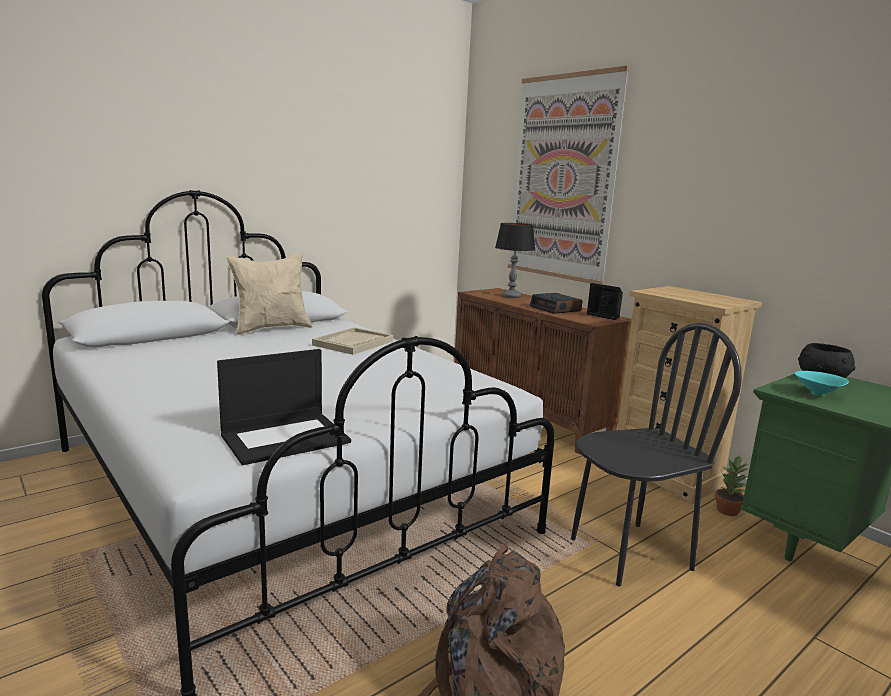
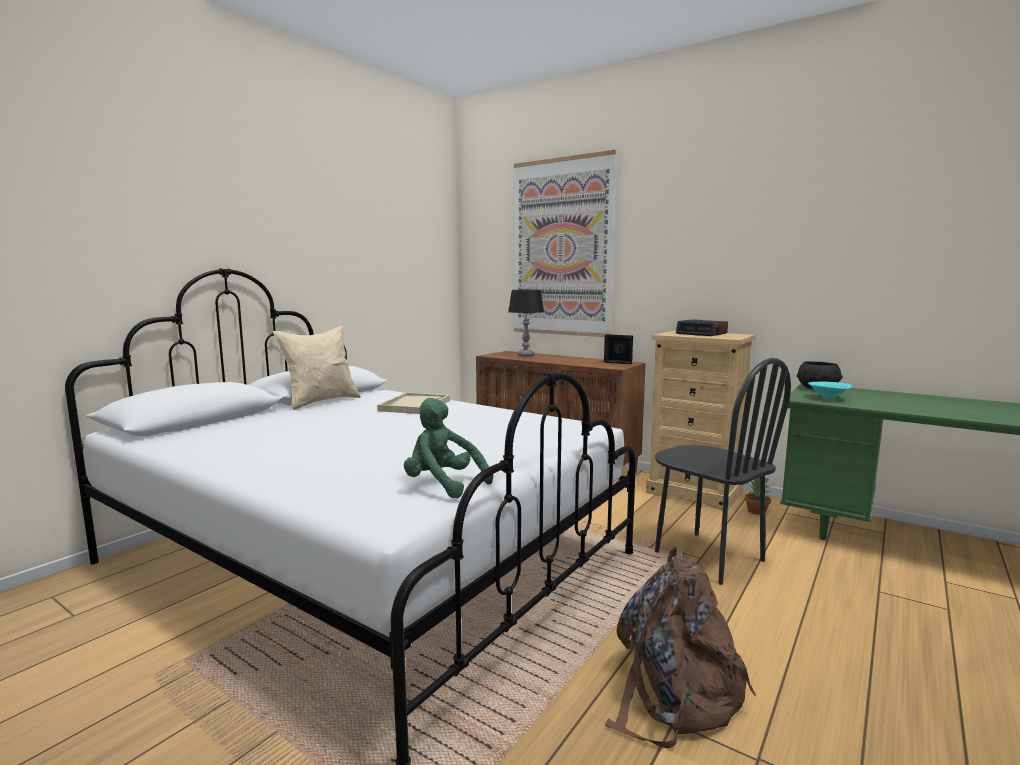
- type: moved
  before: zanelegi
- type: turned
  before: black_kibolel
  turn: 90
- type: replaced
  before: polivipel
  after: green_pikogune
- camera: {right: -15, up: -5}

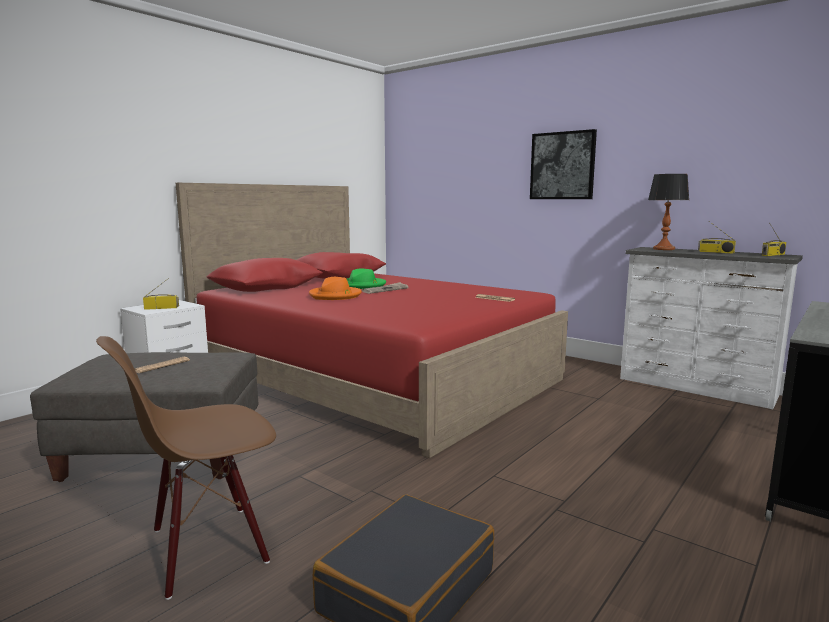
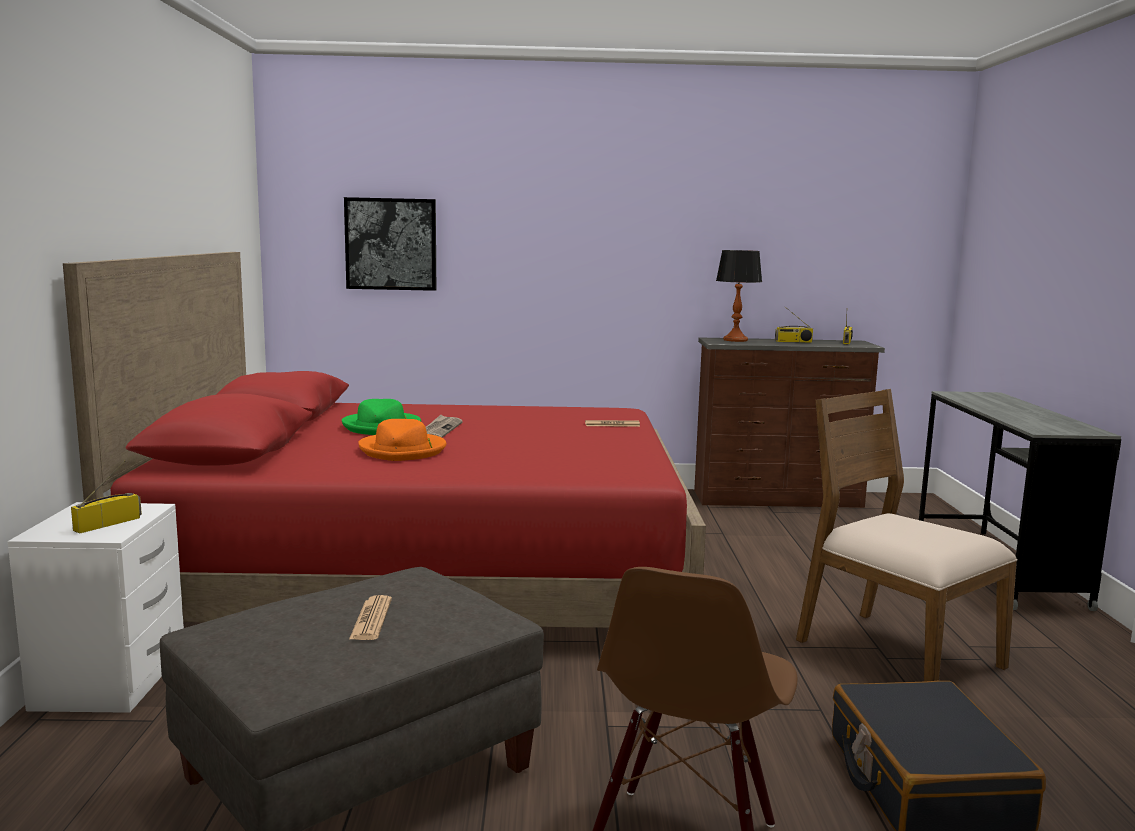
- type: moved
  before: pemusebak
- type: recoloured
  before: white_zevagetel
  after: brown_zevagetel
- type: added
  after: brown_kibolel (2nd from left)
- camera: {right: -40, up: 0}

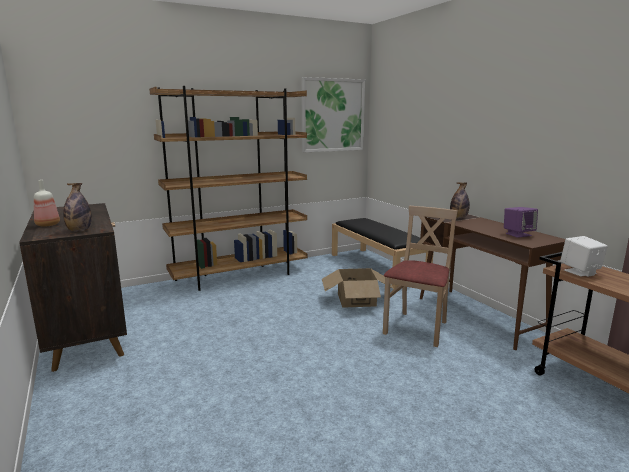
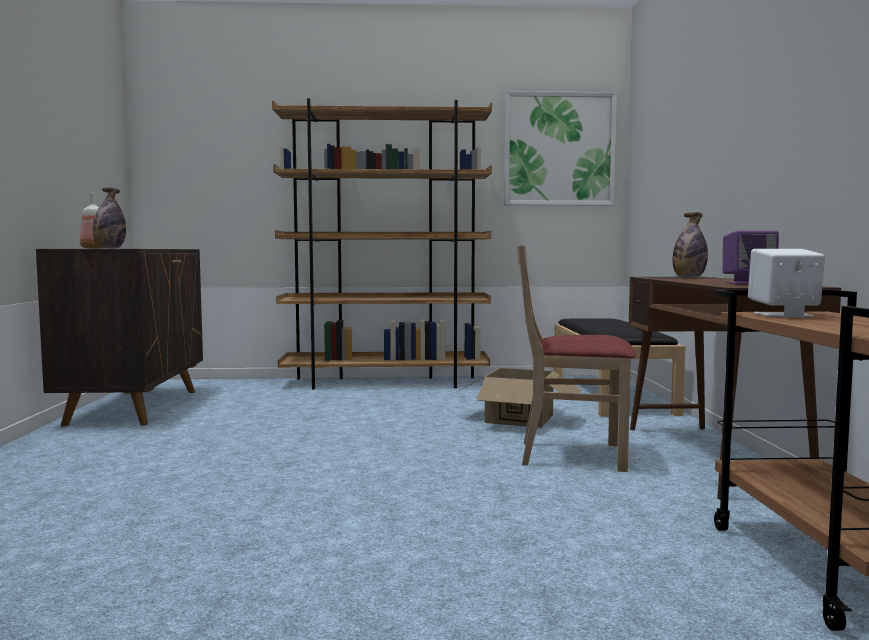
- type: turned
  before: beige_kibolel
  turn: -135
- camera: {right: 25, up: -10}

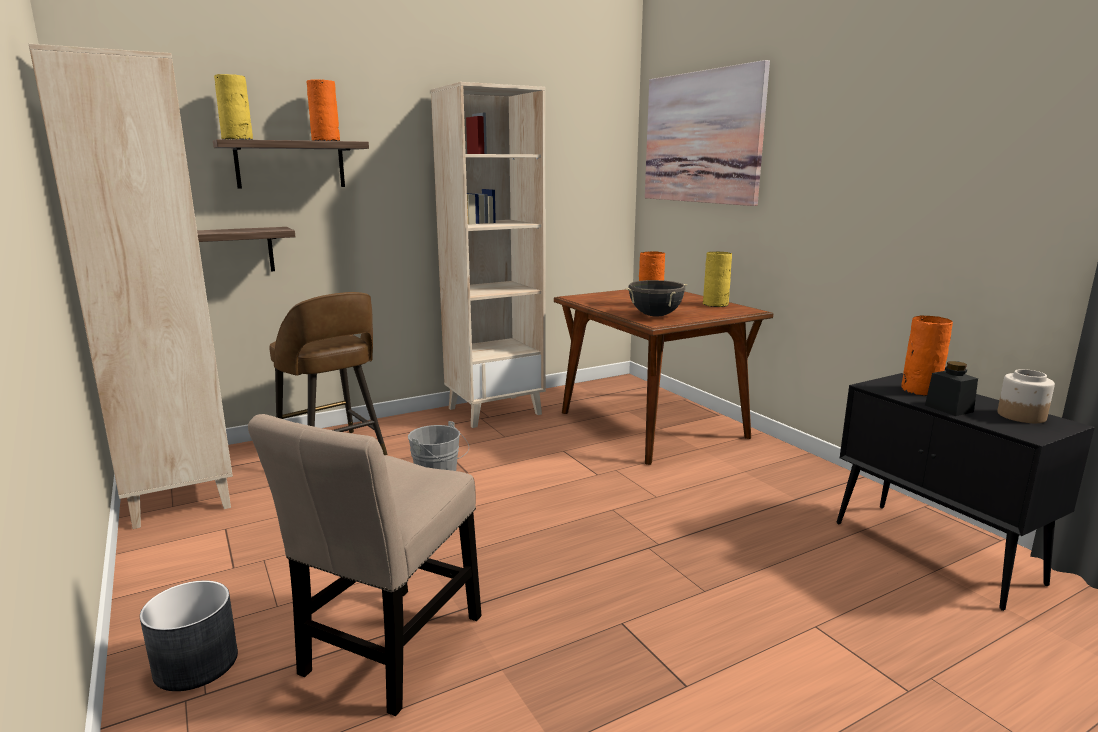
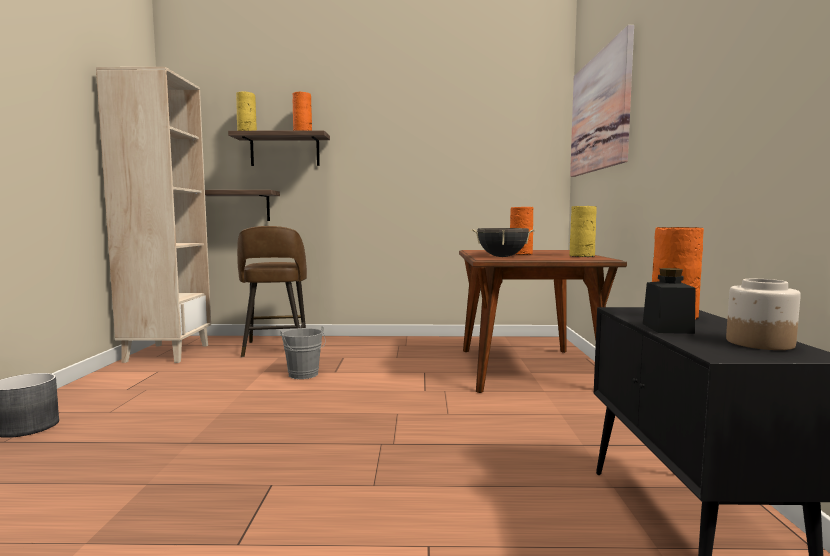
- type: removed
  before: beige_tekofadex (2nd from left)
- type: removed
  before: beige_kibolel
- camera: {right: 30, up: -10}

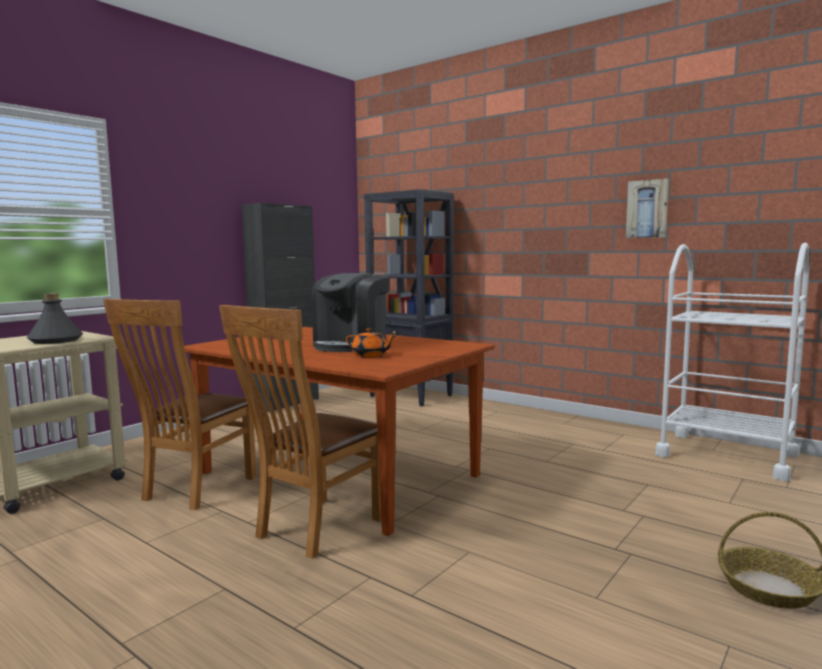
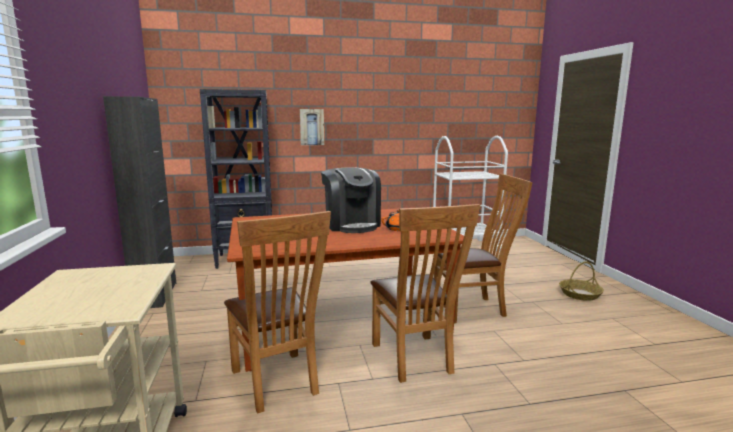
- type: moved
  before: pemusebak
- type: removed
  before: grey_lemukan
- type: added
  after: brown_kibolel (3rd from left)
- camera: {right: -50, up: 5}

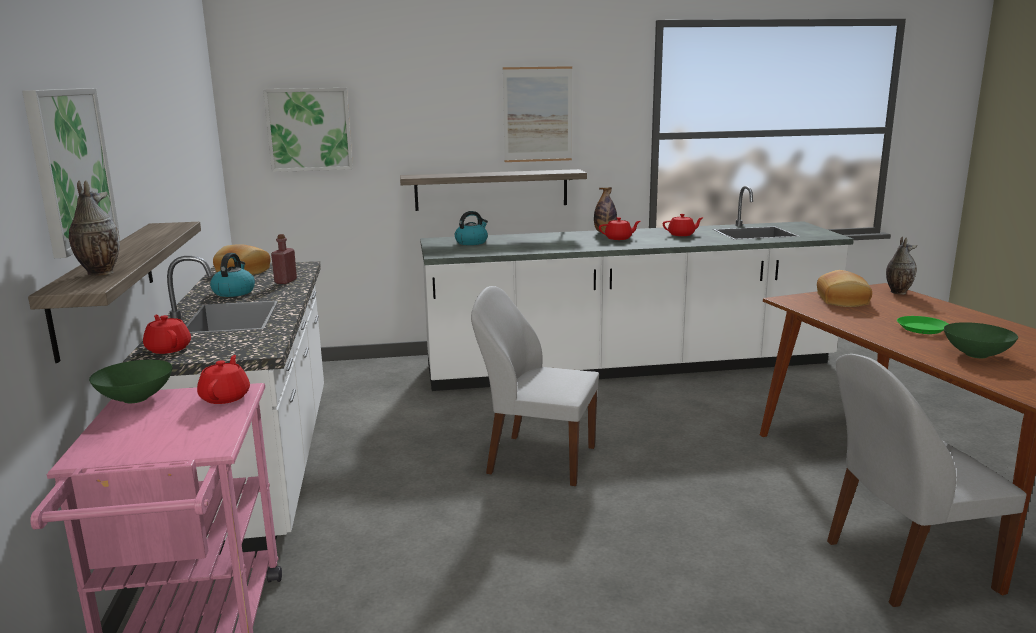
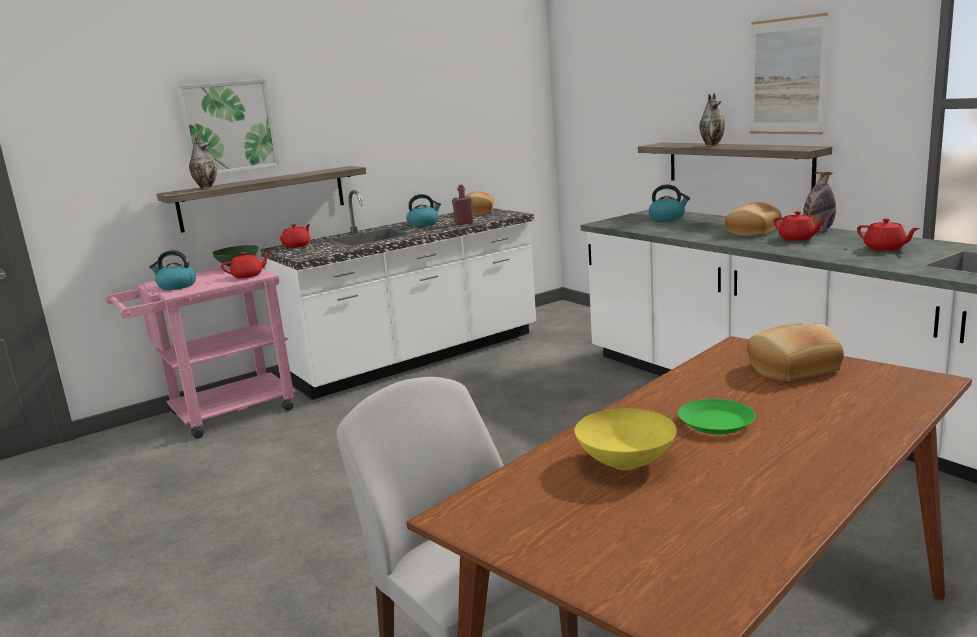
- type: removed
  before: pemusebak (2nd from left)
- type: moved
  before: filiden (2nd from left)
- type: removed
  before: white_kibolel (1st from left)
- type: recoloured
  before: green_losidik (2nd from left)
  after: yellow_losidik
- type: added
  after: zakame (2nd from left)
- type: added
  after: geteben (1st from left)
- camera: {right: 65, up: 0}

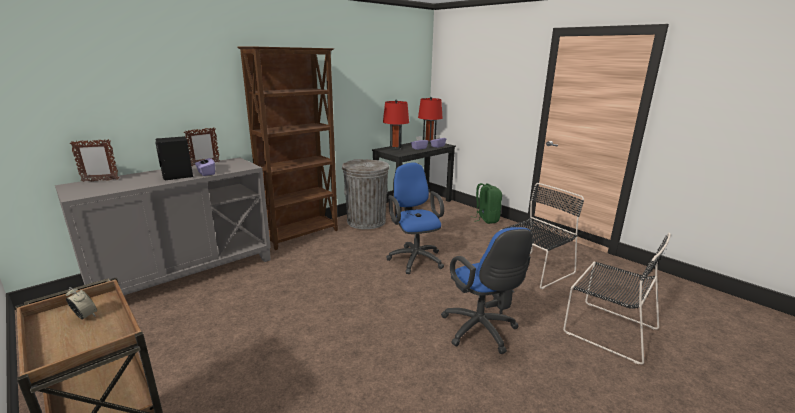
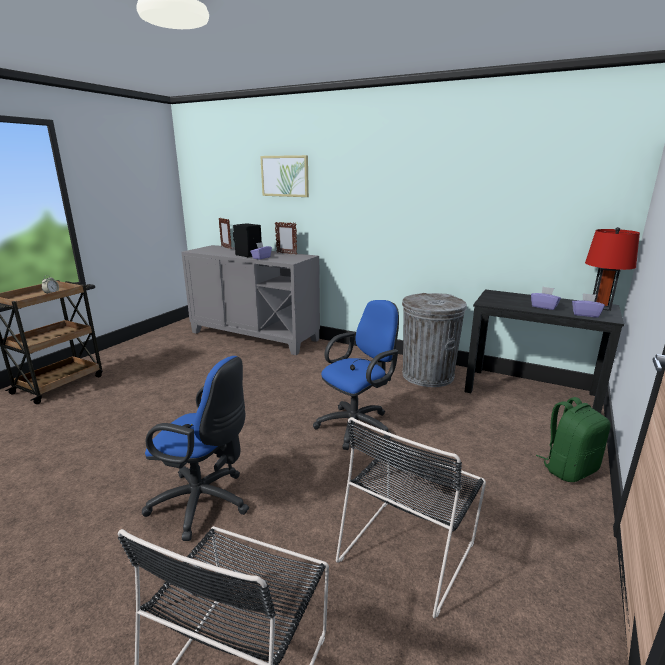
- type: removed
  before: brown_tekofadex
- type: removed
  before: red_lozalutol (1st from left)
- type: turned
  before: black_kibolel (1st from left in the first image)
  turn: 90
- type: turned
  before: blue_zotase (2nd from left in the first image)
  turn: -120
- type: added
  after: pemusebak
- camera: {right: 70, up: 0}

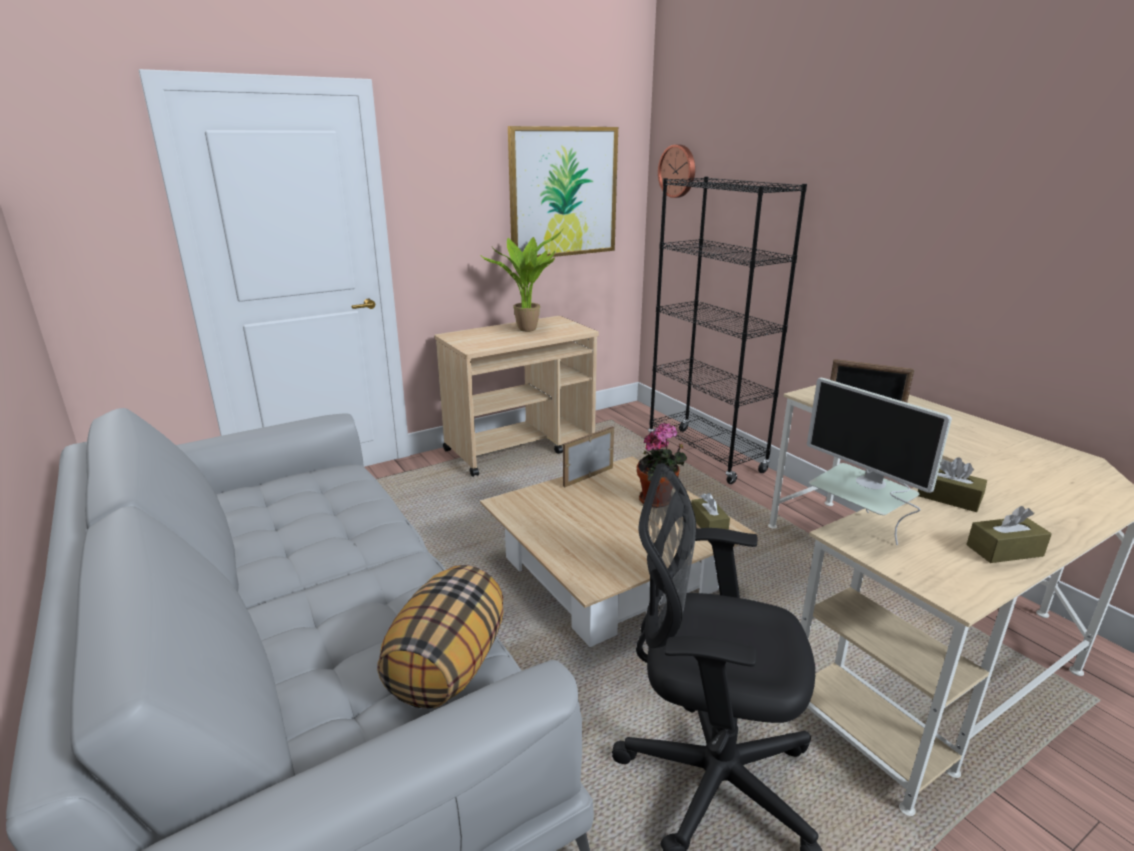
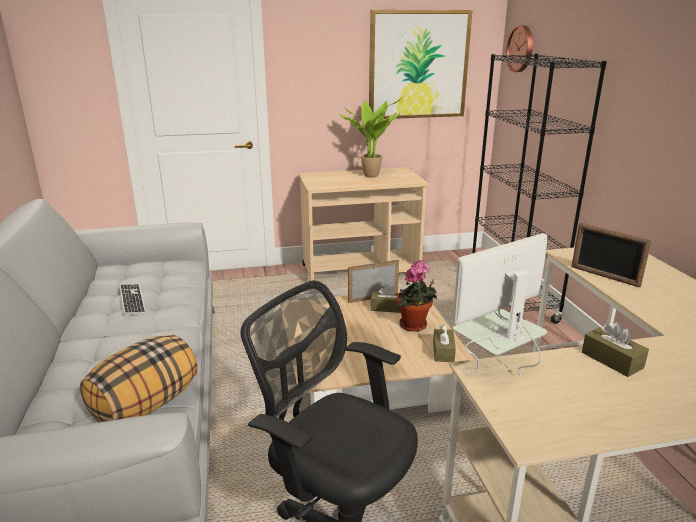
- type: turned
  before: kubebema
  turn: 75
- type: moved
  before: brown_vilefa (3rd from left in the first image)
  after: brown_vilefa (1st from left)
- type: added
  after: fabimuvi
- camera: {right: 20, up: 0}

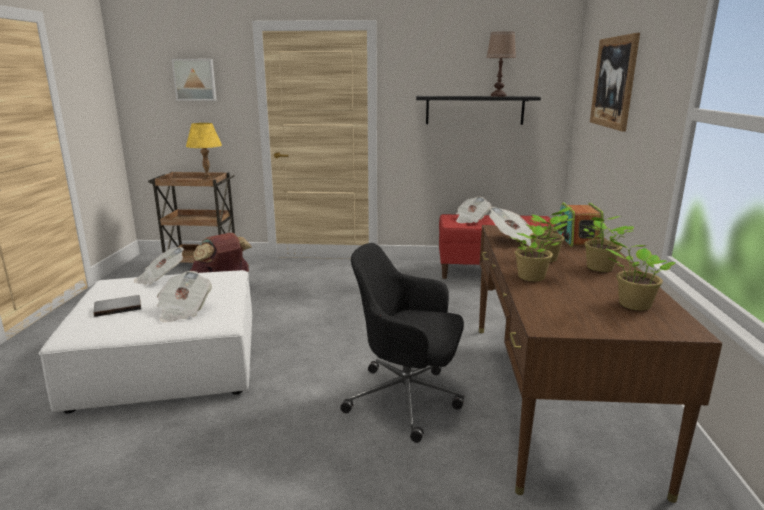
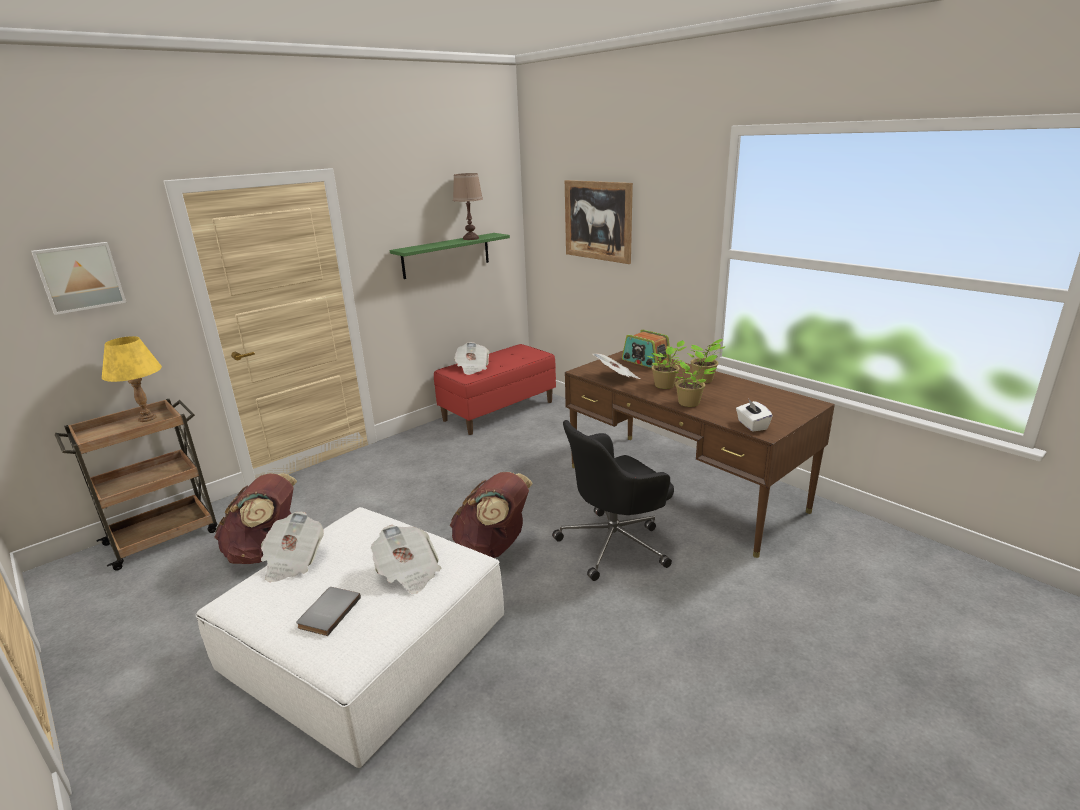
- type: recoloured
  before: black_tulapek
  after: green_tulapek
- type: removed
  before: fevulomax (4th from left)
- type: added
  after: white_vilefa
- type: added
  after: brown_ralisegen (2nd from left)
- camera: {right: -45, up: 5}

